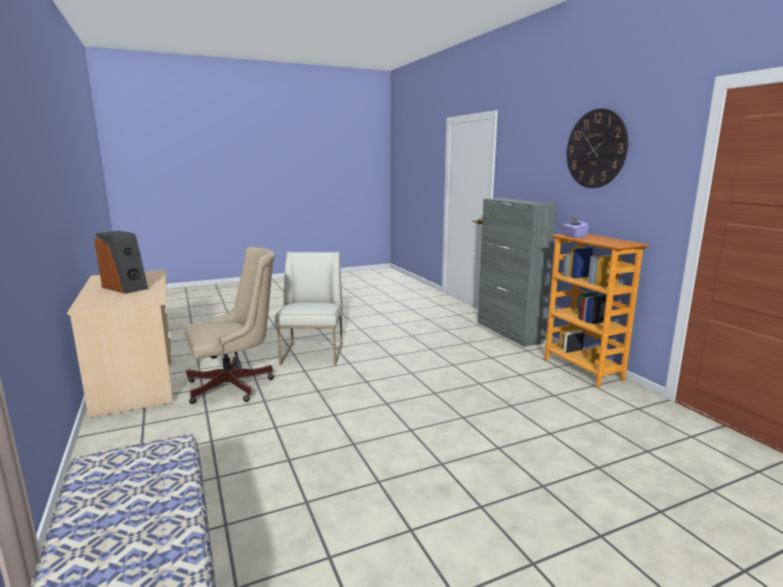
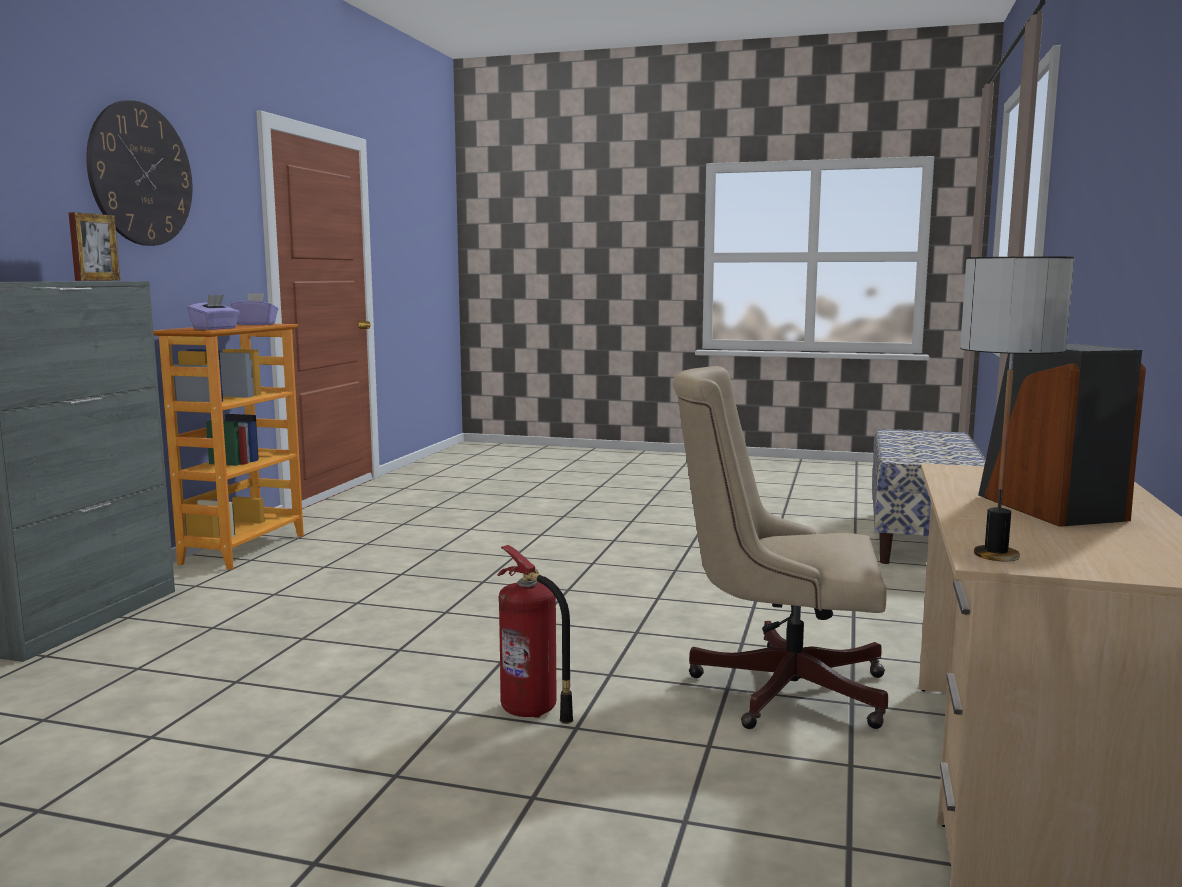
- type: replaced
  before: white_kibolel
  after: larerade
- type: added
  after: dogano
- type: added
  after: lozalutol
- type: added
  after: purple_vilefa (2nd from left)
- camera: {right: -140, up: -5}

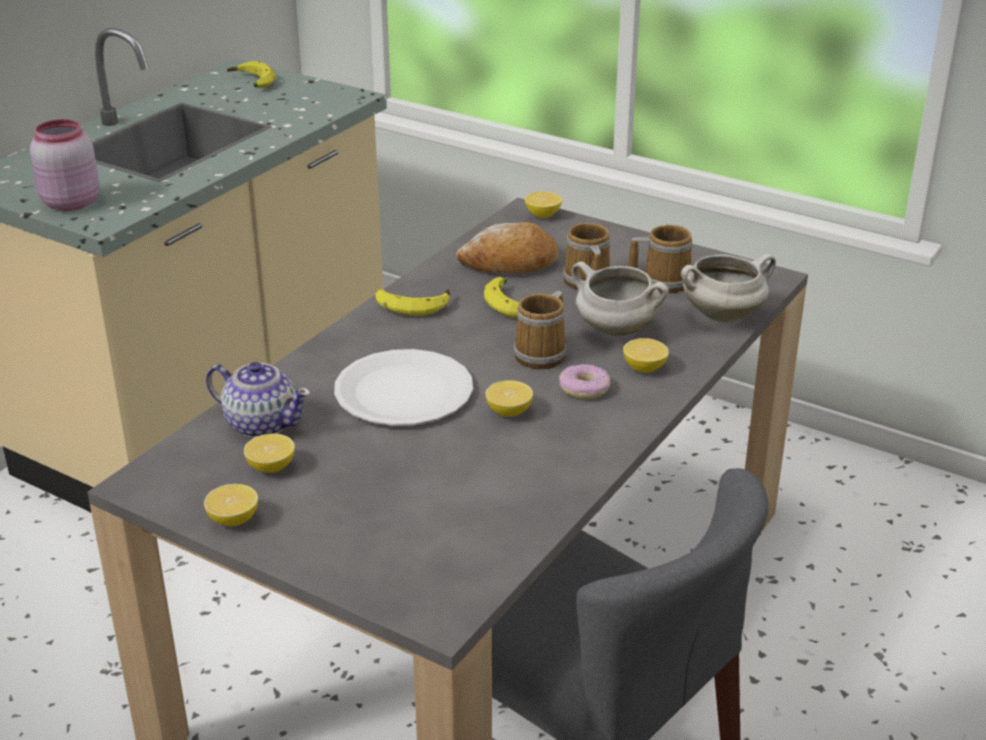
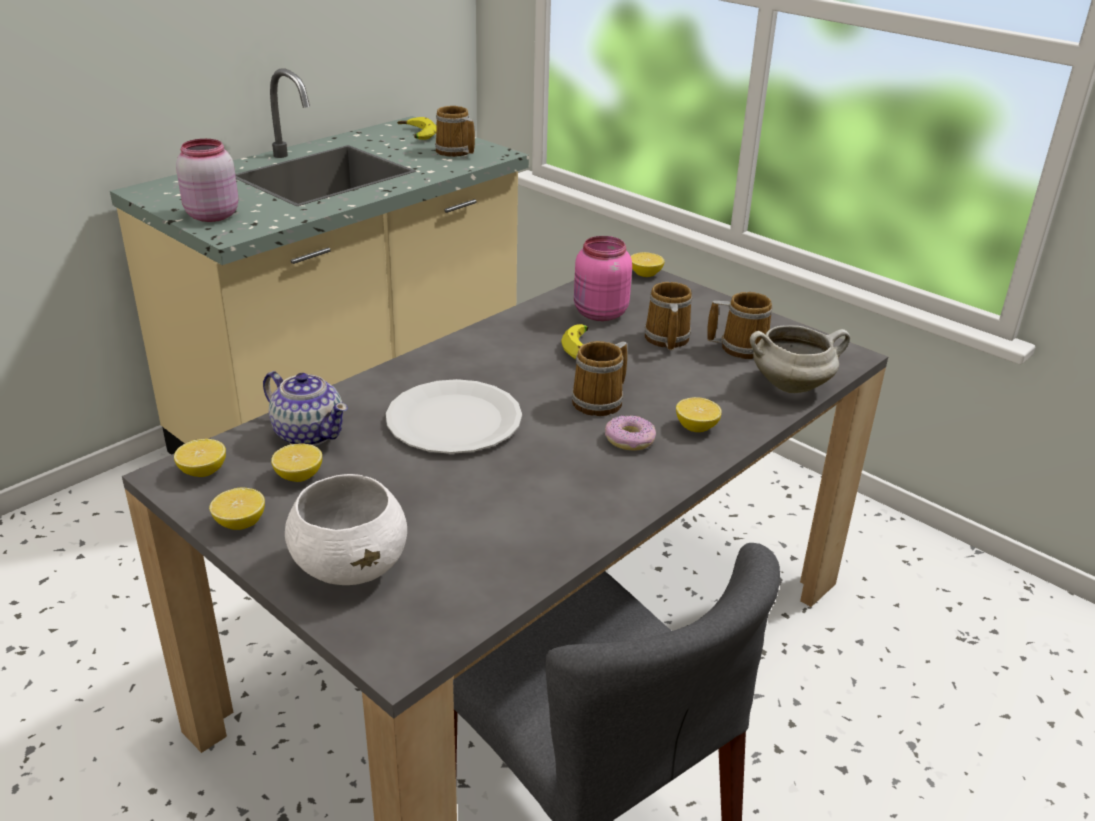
- type: replaced
  before: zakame
  after: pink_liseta (2nd from left)
- type: removed
  before: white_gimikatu (1st from left)
- type: removed
  before: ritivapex (2nd from left)
- type: moved
  before: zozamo (3rd from left in the first image)
  after: zozamo (1st from left)
- type: added
  after: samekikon (1st from left)
- type: added
  after: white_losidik
- camera: {right: 10, up: 0}

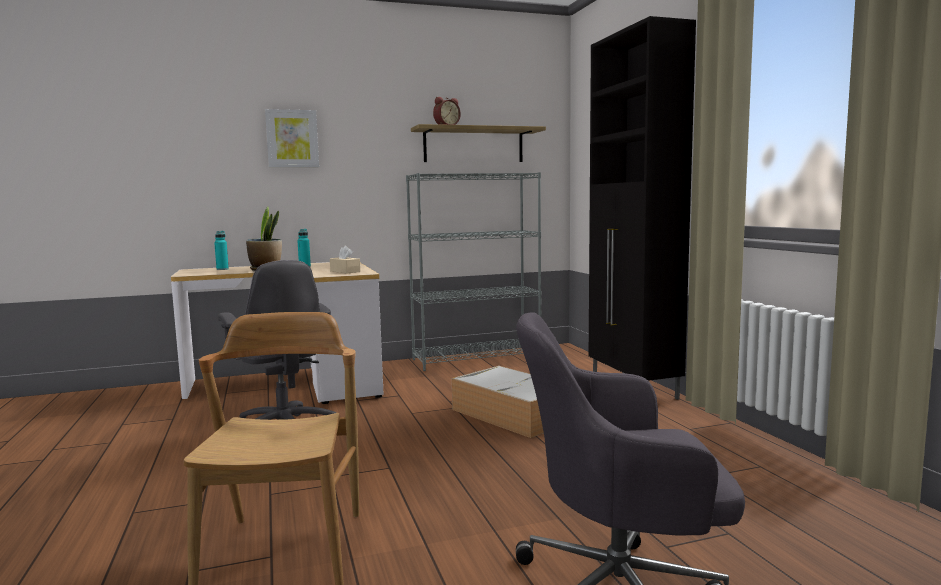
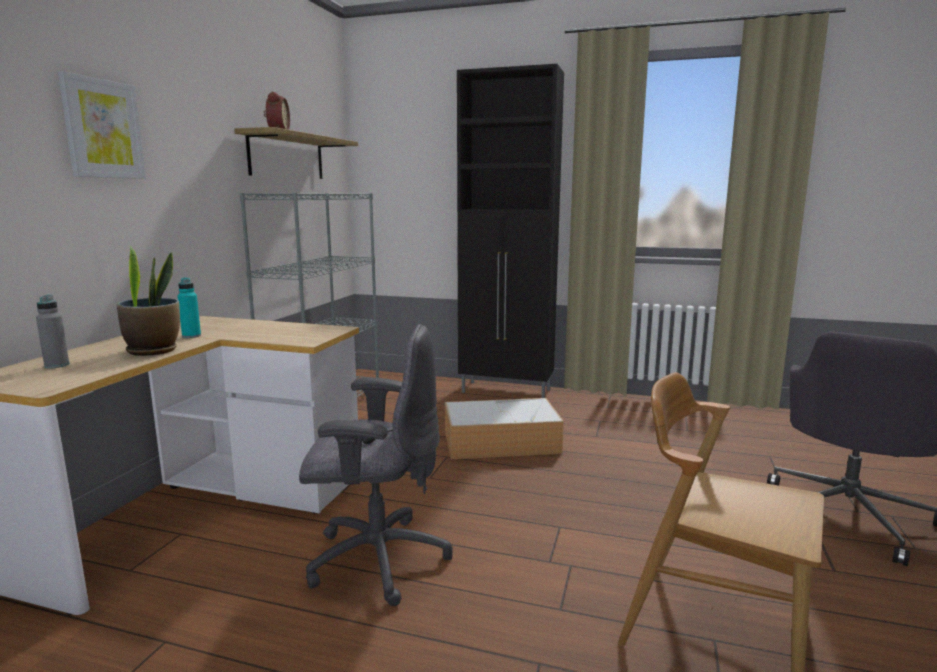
- type: recoloured
  before: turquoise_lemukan (1st from left)
  after: grey_lemukan
- type: removed
  before: beige_vilefa
- camera: {right: -55, up: 5}

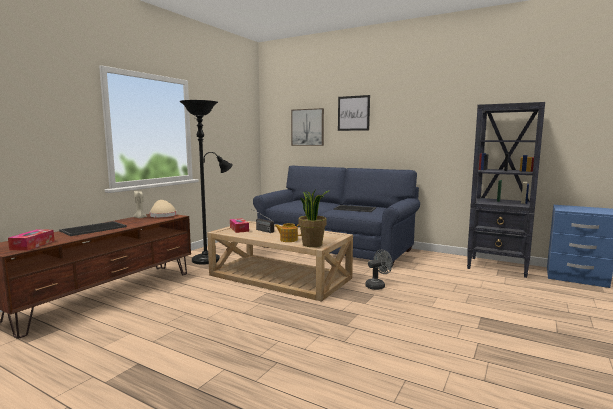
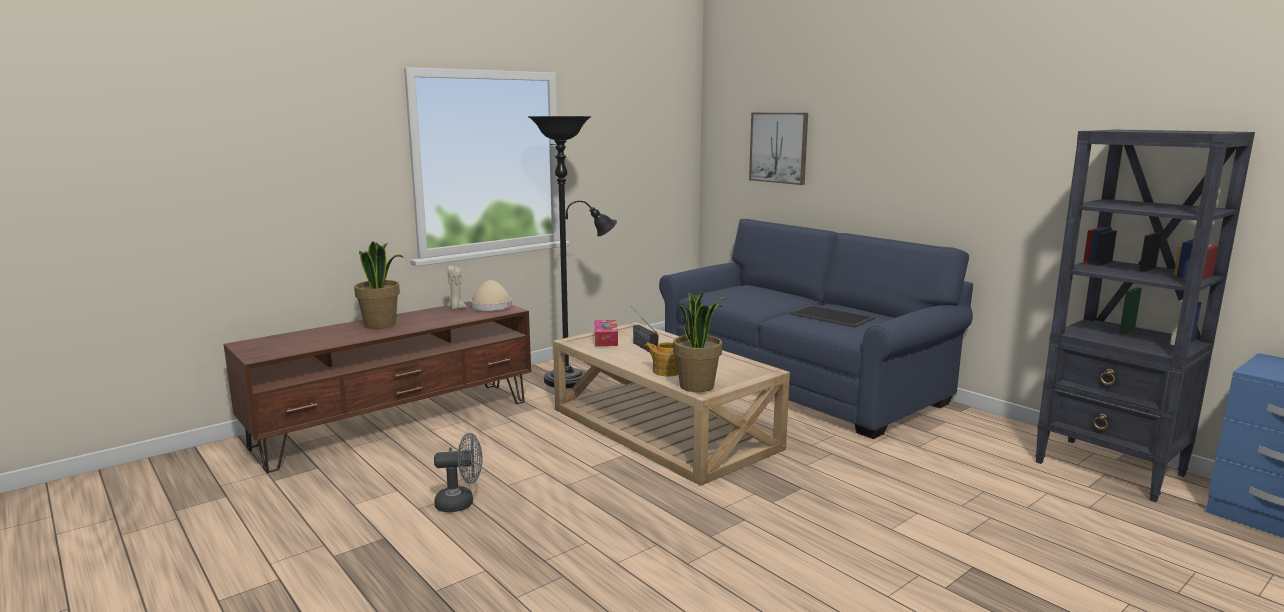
- type: removed
  before: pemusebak (2nd from left)
- type: replaced
  before: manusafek (1st from left)
  after: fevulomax (1st from left)
- type: removed
  before: vilefa (1st from left)
- type: moved
  before: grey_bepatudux
- camera: {right: 20, up: 5}

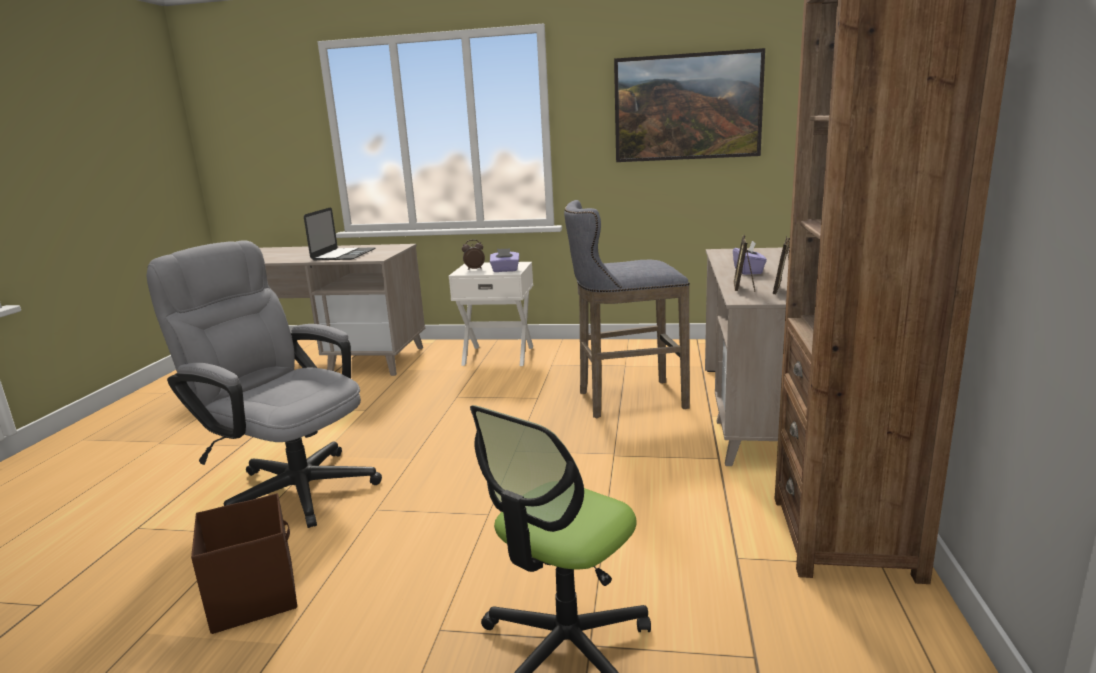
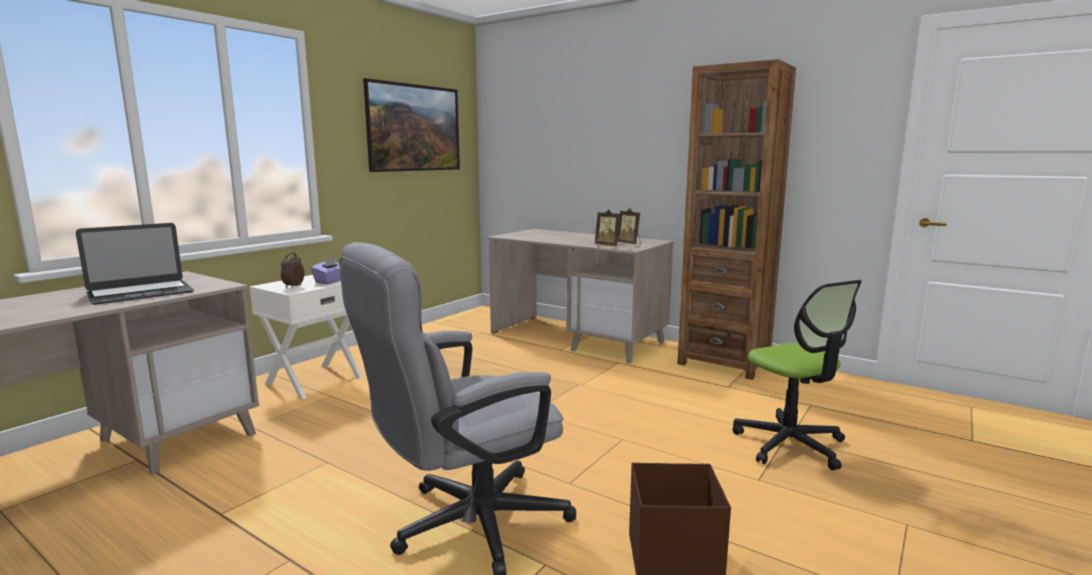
- type: removed
  before: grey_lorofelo
- type: turned
  before: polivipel
  turn: 105
- type: removed
  before: purple_vilefa (2nd from left)
- camera: {right: -65, up: -5}

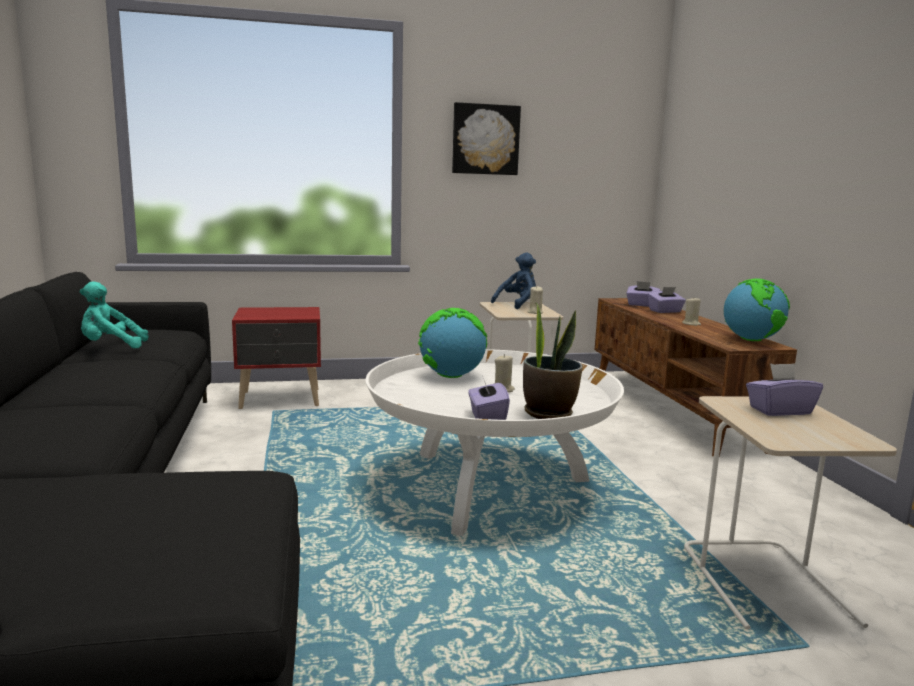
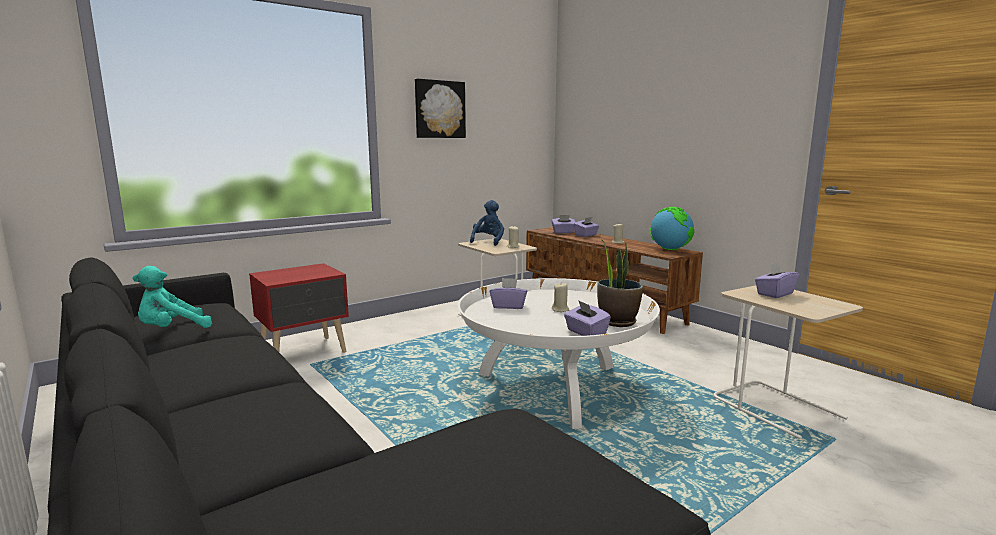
- type: replaced
  before: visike (1st from left)
  after: purple_vilefa (1st from left)
- camera: {right: -25, up: 0}

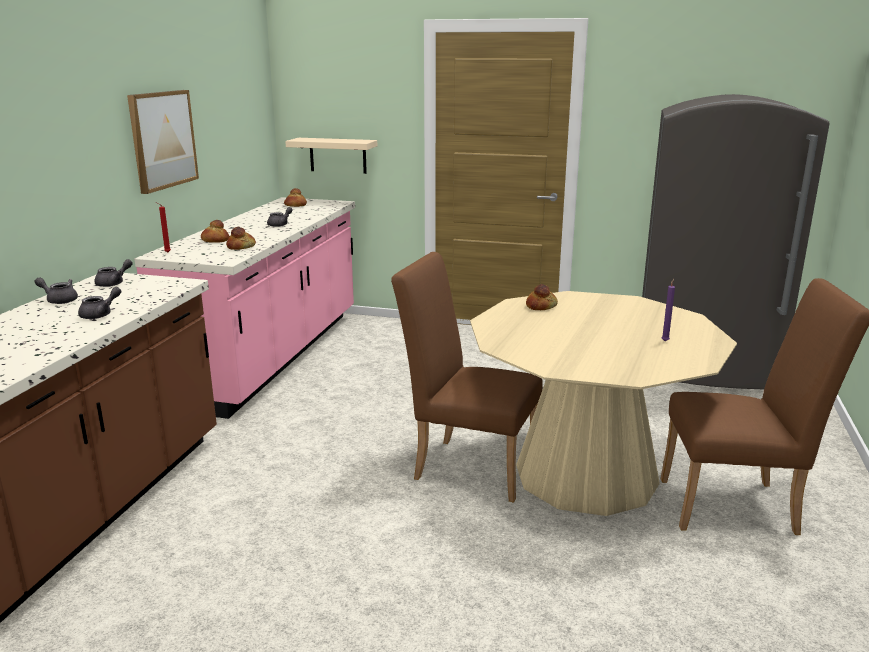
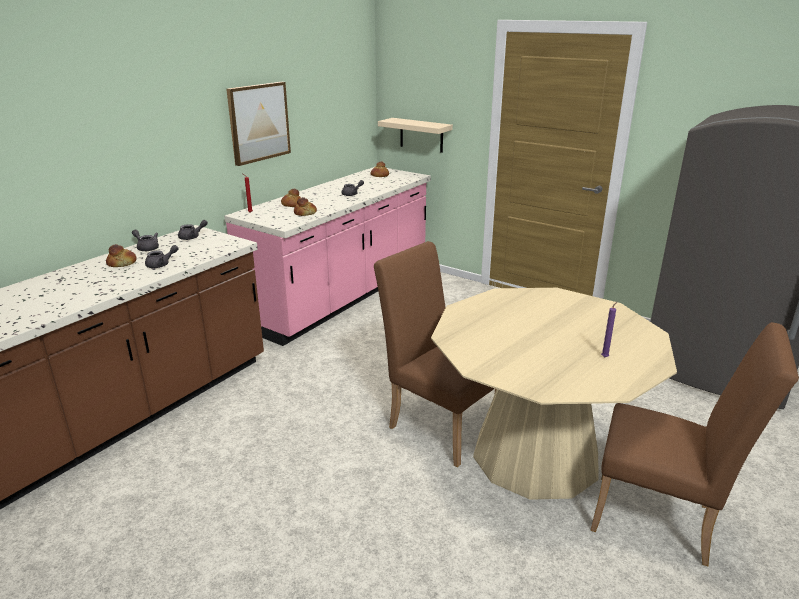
- type: moved
  before: zakame (4th from left in the first image)
  after: zakame (1st from left)
- camera: {right: 20, up: 5}

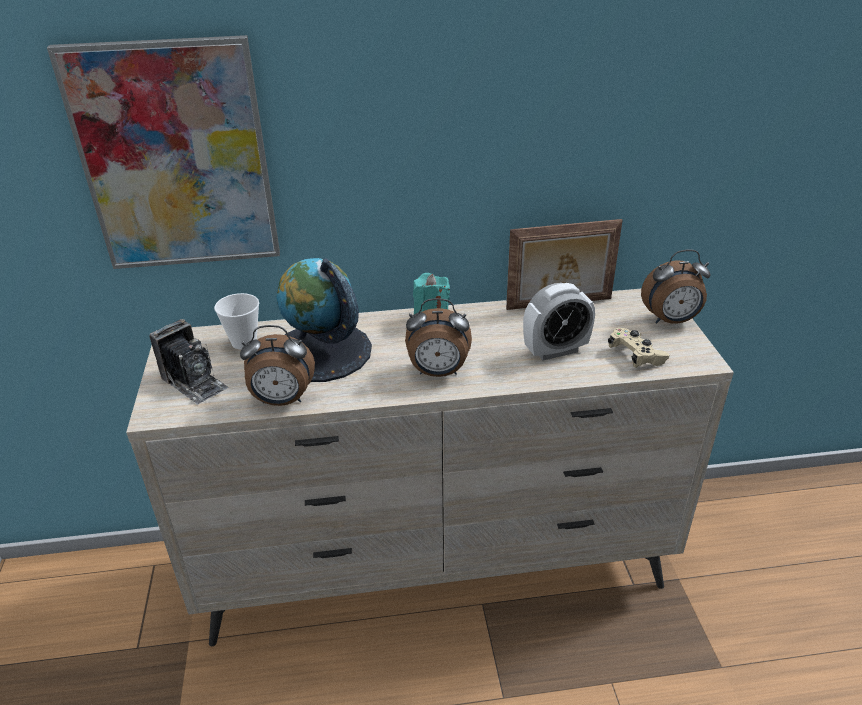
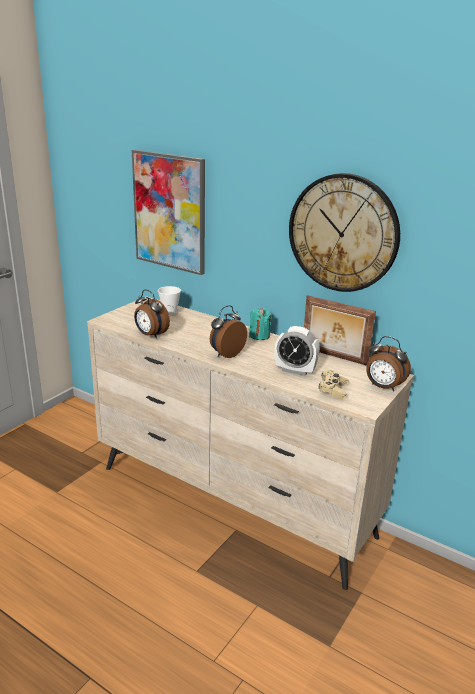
- type: removed
  before: visike
- type: turned
  before: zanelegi (2nd from left)
  turn: 90
- type: removed
  before: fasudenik
- type: added
  after: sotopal
- camera: {right: 40, up: -10}

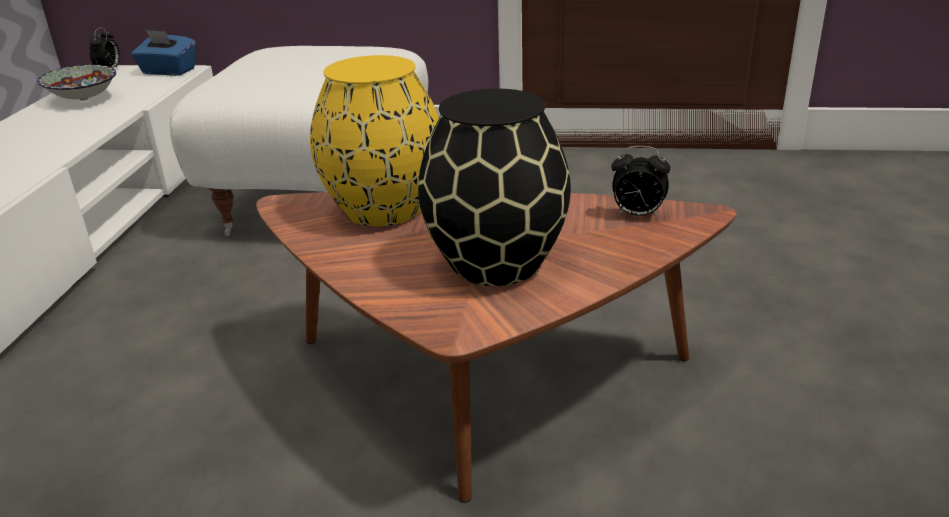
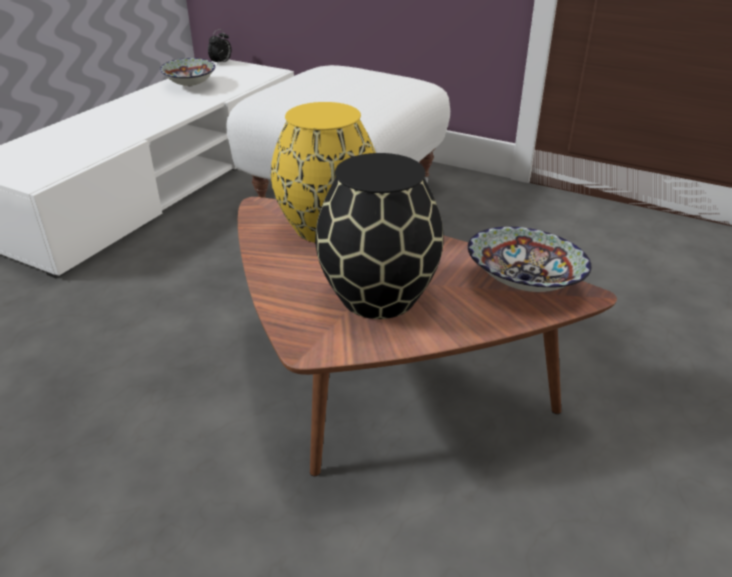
- type: removed
  before: blue_vilefa
- type: replaced
  before: zanelegi (2nd from left)
  after: losidik (2nd from left)
- camera: {right: 20, up: 5}

